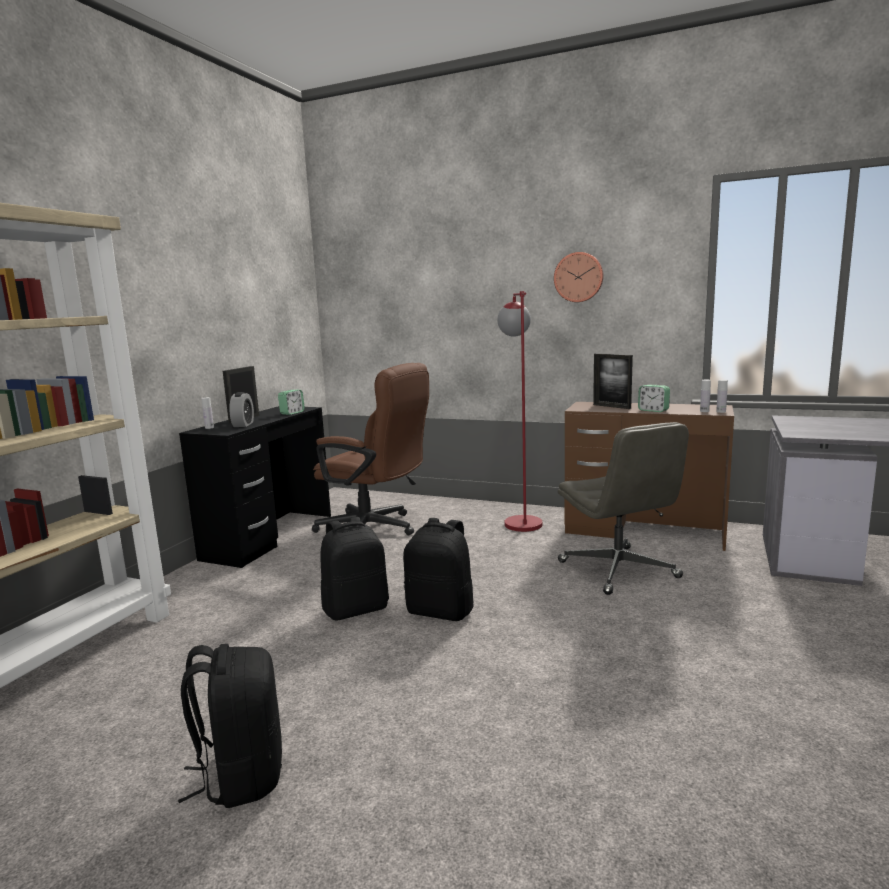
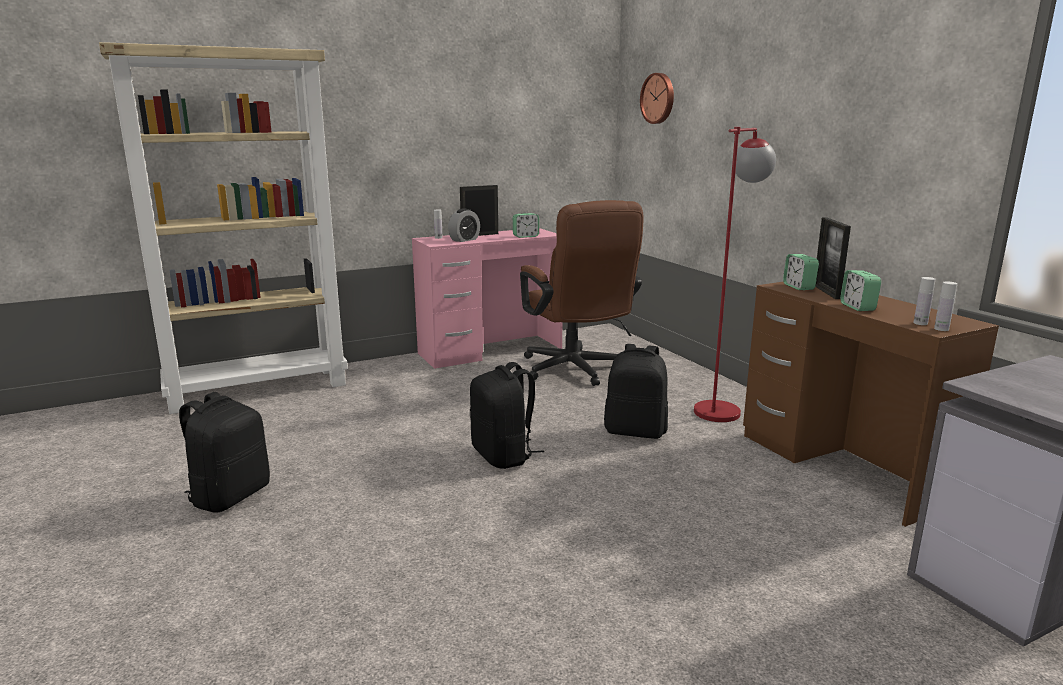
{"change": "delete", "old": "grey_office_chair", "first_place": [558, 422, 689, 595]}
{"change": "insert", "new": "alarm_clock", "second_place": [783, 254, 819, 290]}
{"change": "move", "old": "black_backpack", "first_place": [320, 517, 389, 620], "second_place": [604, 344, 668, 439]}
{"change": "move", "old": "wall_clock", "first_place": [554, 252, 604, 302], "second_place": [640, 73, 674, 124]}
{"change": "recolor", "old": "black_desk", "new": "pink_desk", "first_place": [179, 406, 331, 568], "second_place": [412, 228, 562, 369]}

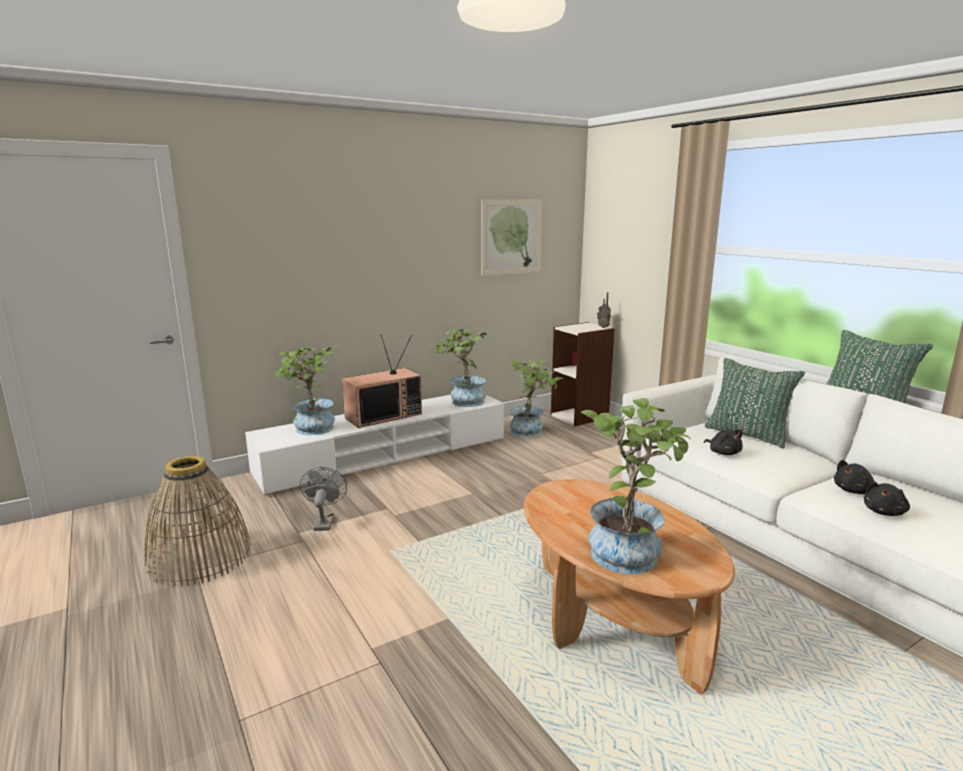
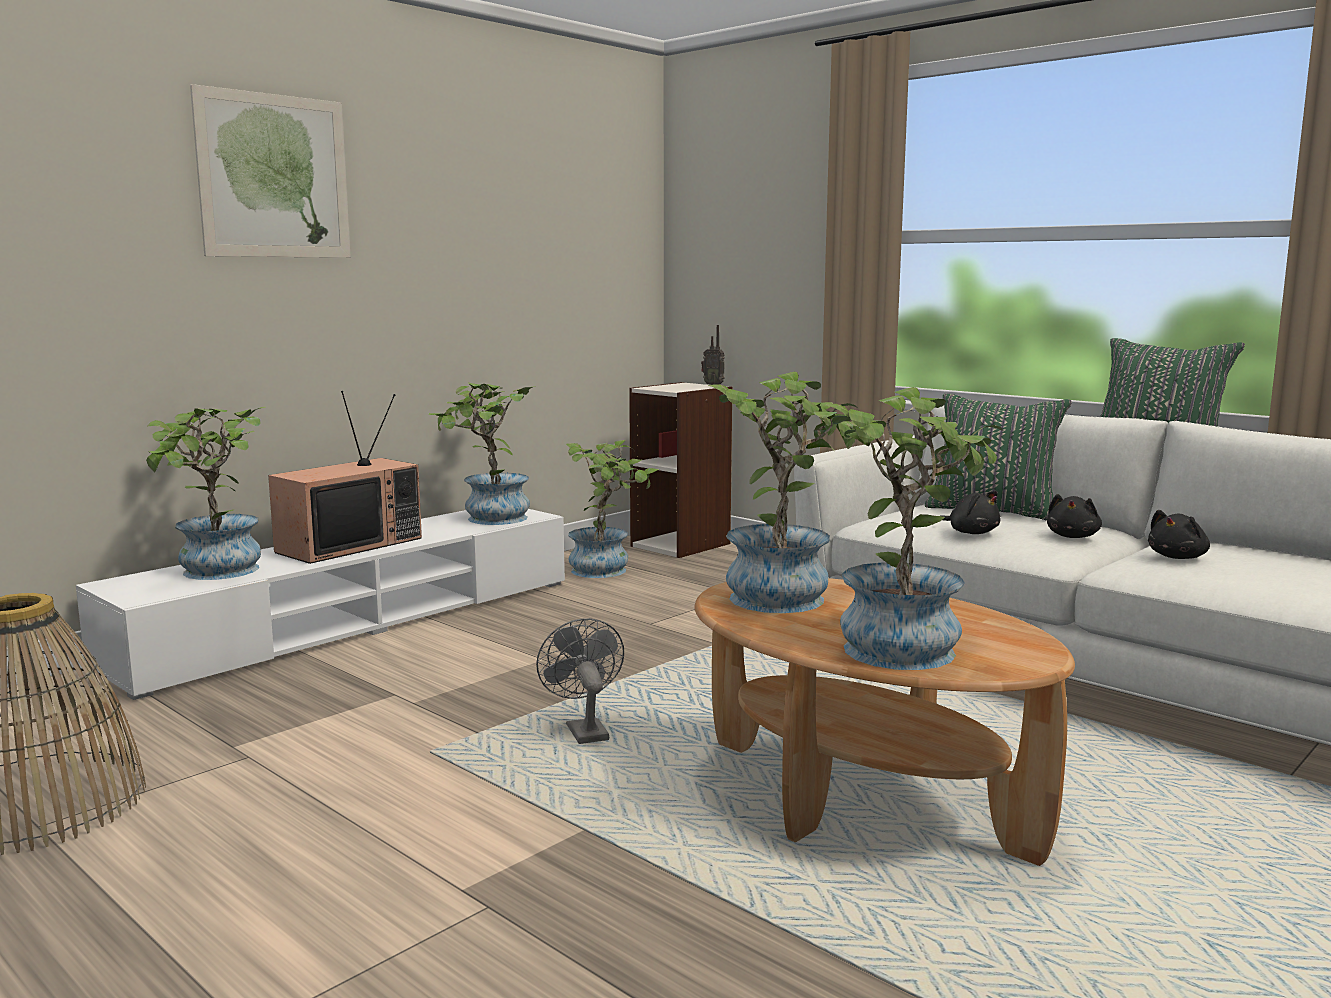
{"change": "insert", "new": "potted_plant", "second_place": [708, 372, 858, 613]}
{"change": "move", "old": "grey_fan", "first_place": [300, 467, 347, 531], "second_place": [536, 618, 624, 744]}
{"change": "move", "old": "picture", "first_place": [481, 200, 543, 276], "second_place": [190, 84, 351, 258]}
{"change": "move", "old": "black_plush_toy", "first_place": [864, 482, 910, 516], "second_place": [1047, 494, 1102, 538]}

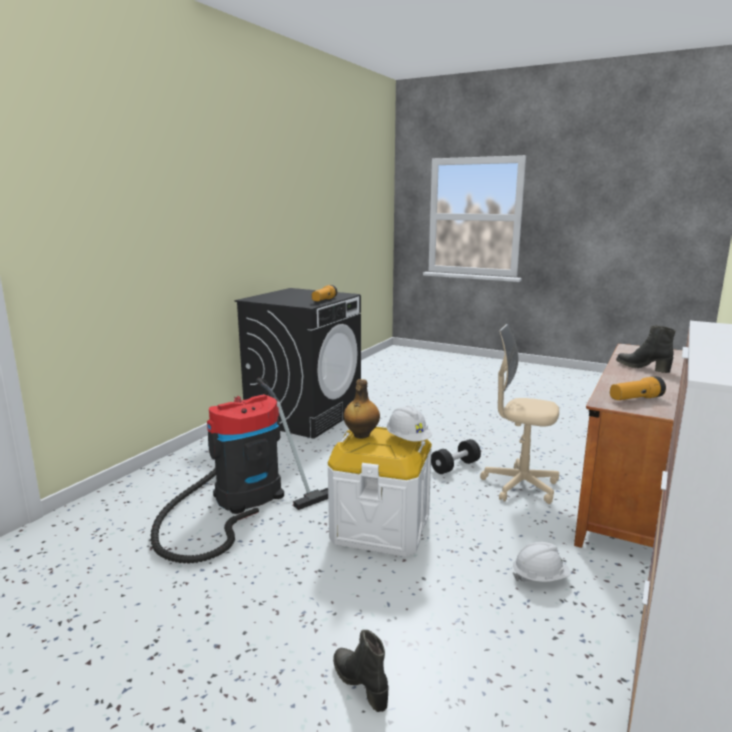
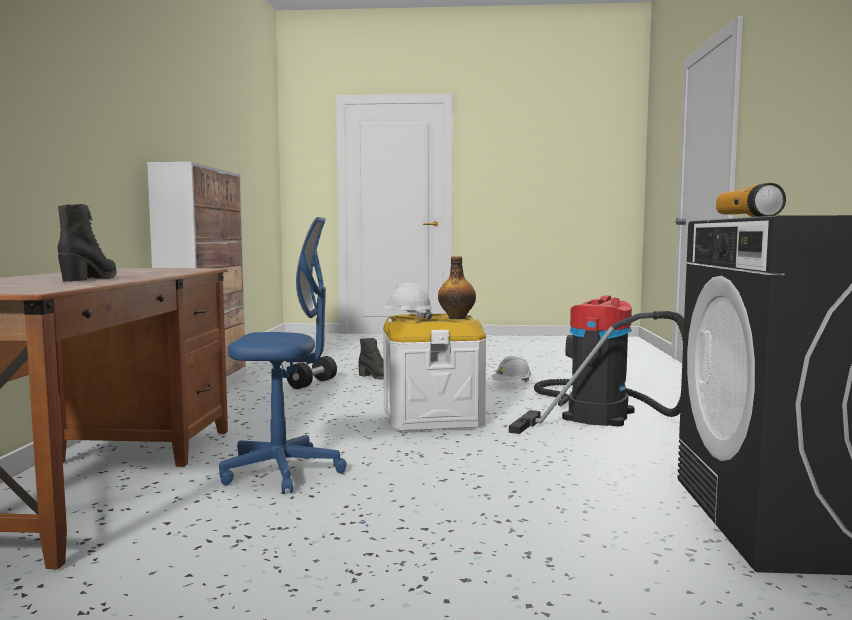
{"change": "delete", "old": "flashlight", "first_place": [610, 376, 666, 400]}
{"change": "move", "old": "black_dumbbell", "first_place": [431, 439, 481, 474], "second_place": [287, 356, 337, 389]}
{"change": "move", "old": "white_hard_hat", "first_place": [513, 542, 571, 583], "second_place": [491, 356, 531, 382]}
{"change": "recolor", "old": "beige_office_chair", "new": "blue_office_chair", "first_place": [480, 324, 559, 504], "second_place": [219, 217, 347, 494]}
{"change": "rotate", "old": "black_boot", "first_place": [616, 325, 676, 373], "second_place": [58, 204, 116, 282], "degrees": -105}

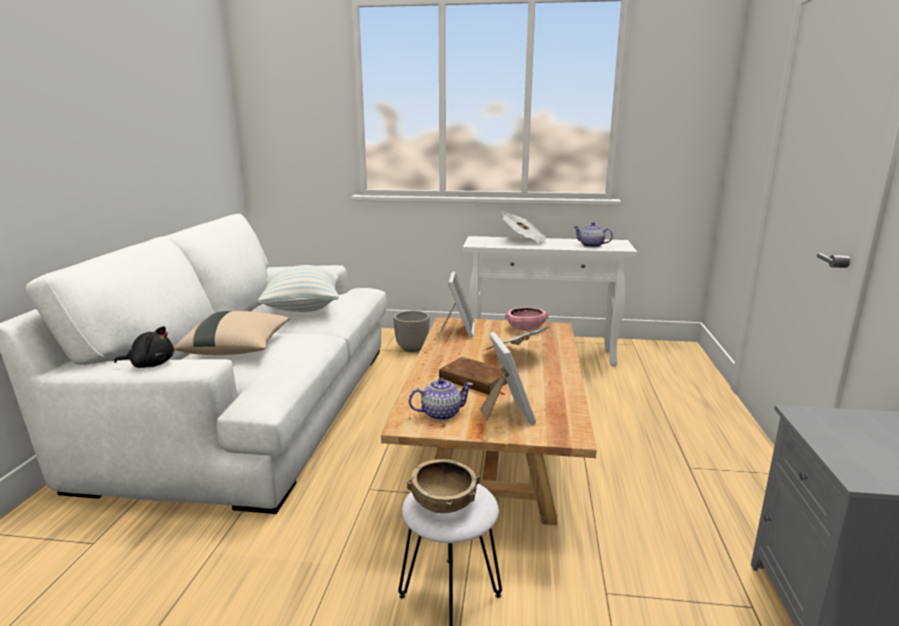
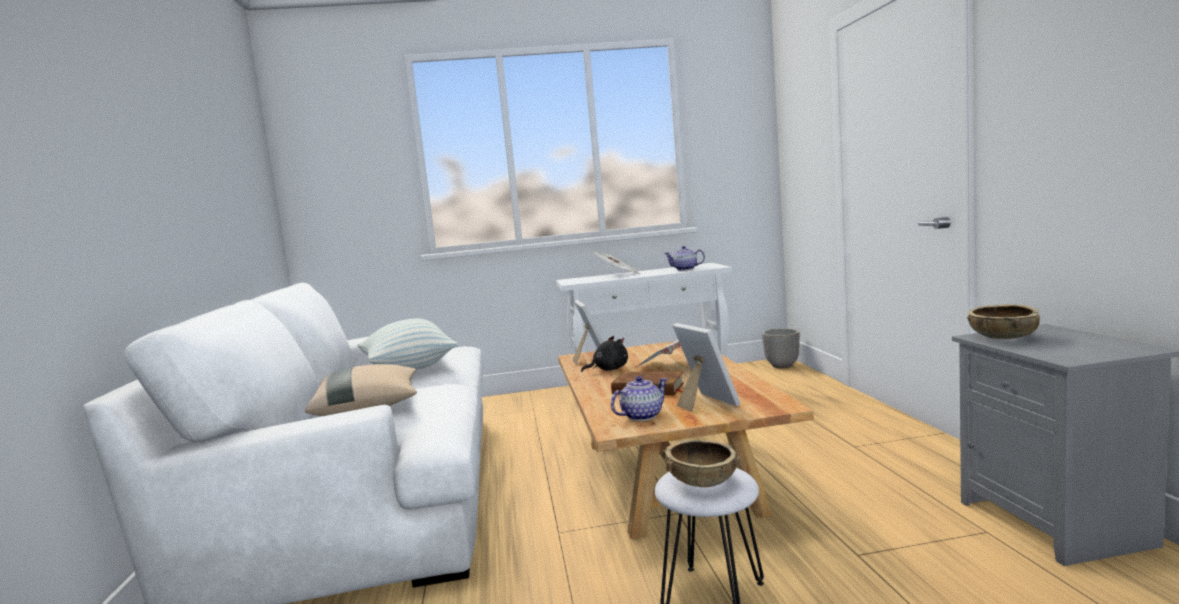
{"change": "delete", "old": "pink_bowl", "first_place": [505, 308, 548, 331]}
{"change": "insert", "new": "brown_bowl", "second_place": [967, 304, 1040, 339]}
{"change": "move", "old": "black_plush_toy", "first_place": [114, 326, 174, 368], "second_place": [581, 336, 628, 372]}
{"change": "move", "old": "planter", "first_place": [393, 311, 430, 352], "second_place": [762, 328, 800, 368]}

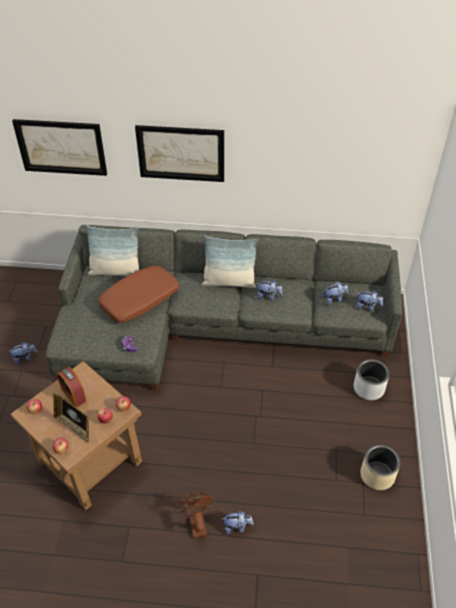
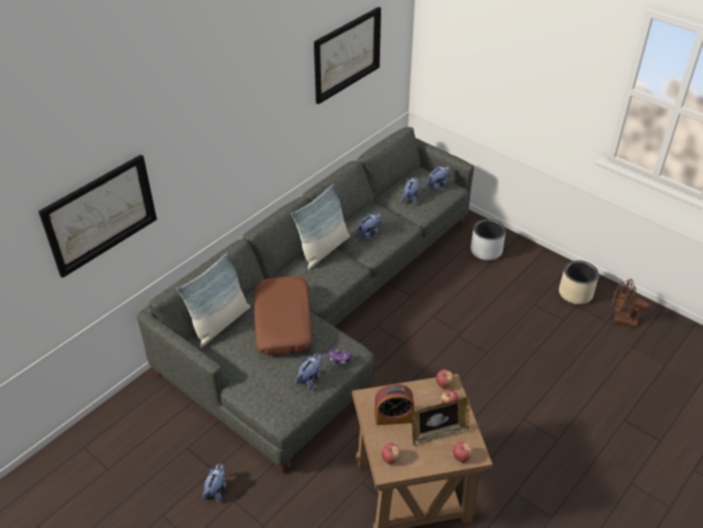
{"change": "move", "old": "picture", "first_place": [135, 125, 224, 182], "second_place": [314, 7, 381, 104]}
{"change": "move", "old": "brown_fan", "first_place": [175, 492, 215, 538], "second_place": [612, 279, 649, 327]}
{"change": "move", "old": "plush_toy", "first_place": [222, 511, 254, 534], "second_place": [296, 353, 322, 390]}

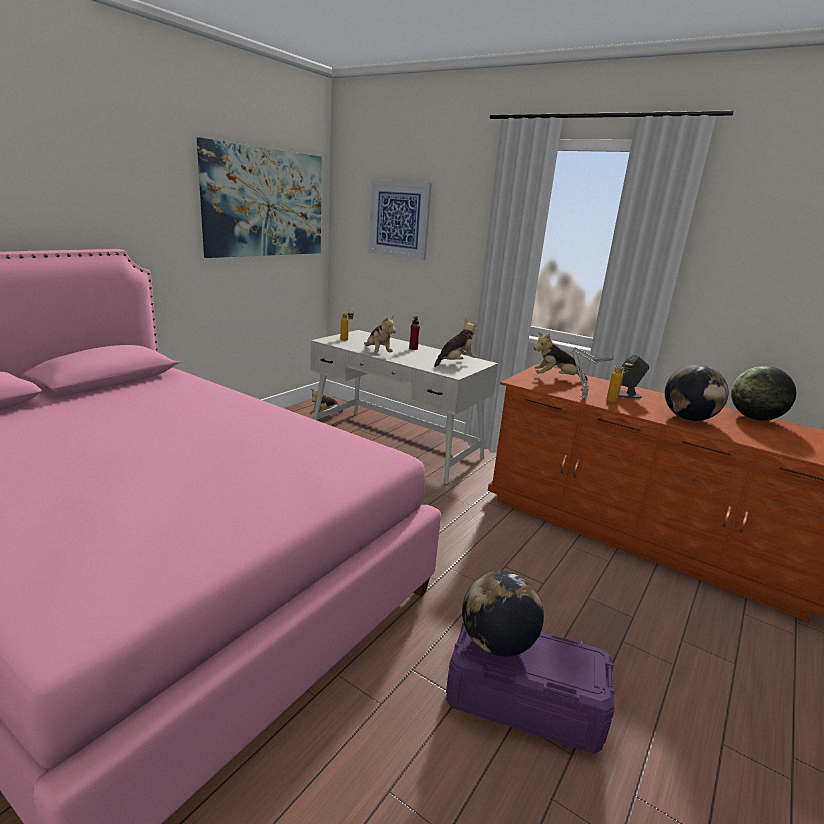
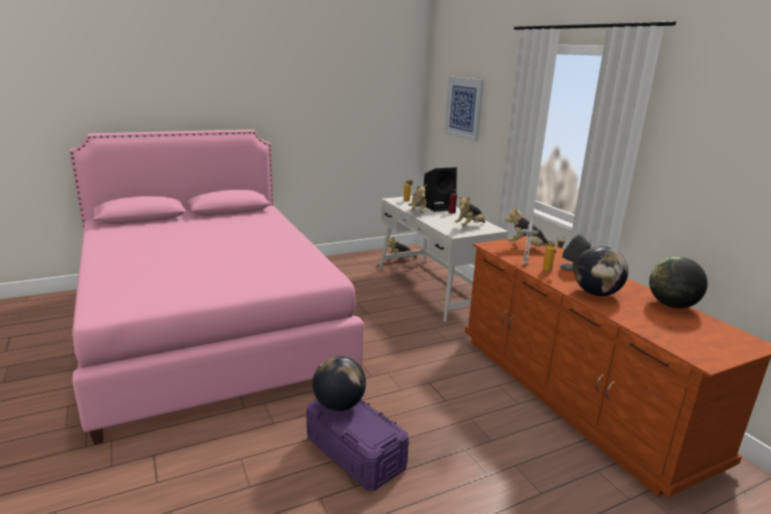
{"change": "delete", "old": "picture", "first_place": [197, 137, 322, 258]}
{"change": "insert", "new": "black_speaker", "second_place": [424, 167, 457, 212]}
{"change": "rotate", "old": "plush_toy", "first_place": [434, 319, 478, 367], "second_place": [454, 196, 485, 226], "degrees": 150}

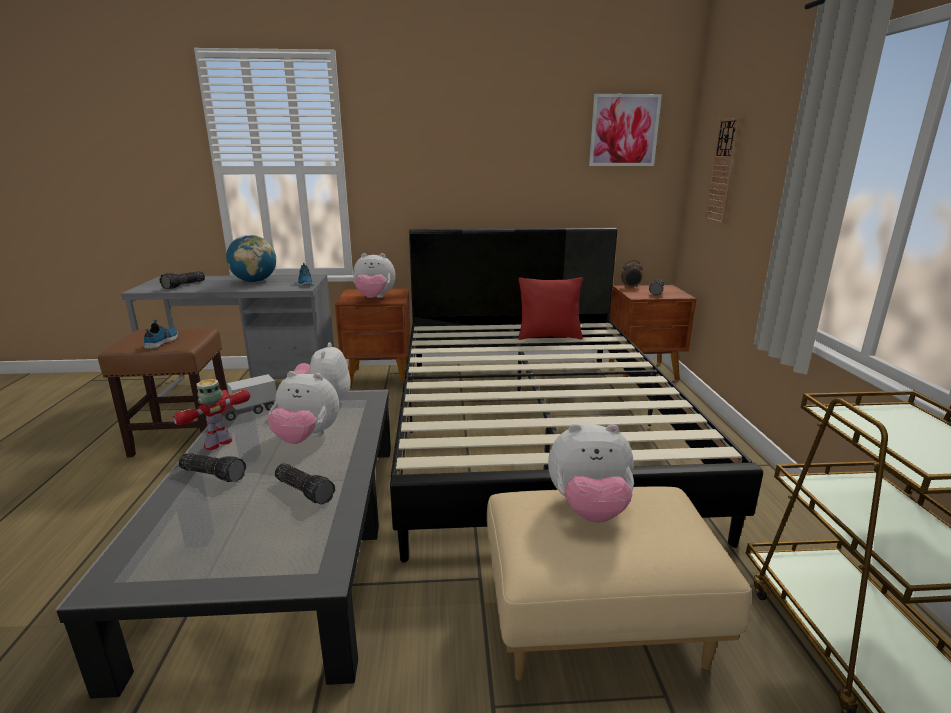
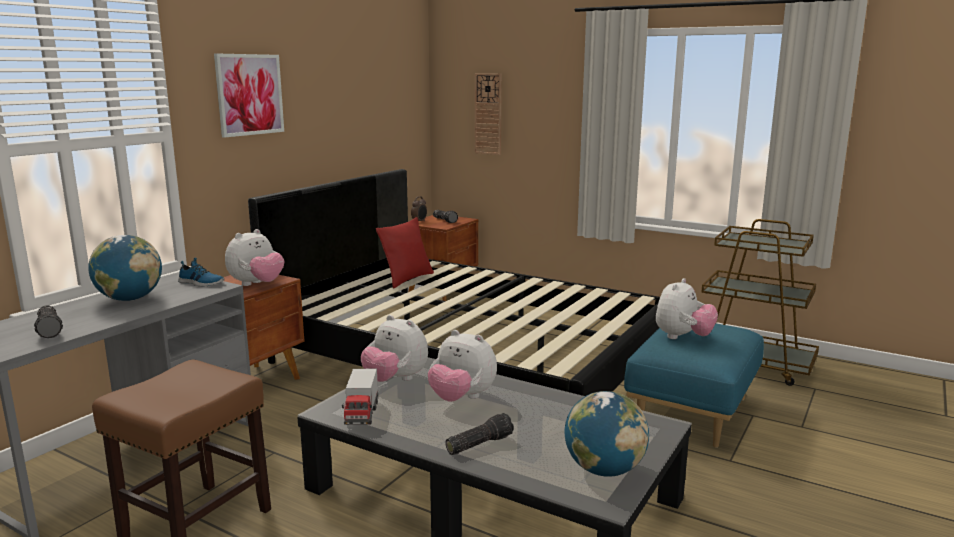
{"change": "delete", "old": "shoe", "first_place": [144, 320, 178, 349]}
{"change": "delete", "old": "toy_robot", "first_place": [173, 379, 250, 450]}
{"change": "delete", "old": "flashlight", "first_place": [275, 464, 335, 505]}
{"change": "insert", "new": "globe", "second_place": [565, 391, 649, 477]}
{"change": "move", "old": "picture", "first_place": [589, 94, 662, 166], "second_place": [214, 53, 284, 138]}
{"change": "recolor", "old": "beige_ottoman", "new": "blue_ottoman", "first_place": [487, 486, 751, 681], "second_place": [624, 324, 764, 448]}
{"change": "rotate", "old": "plush_toy", "first_place": [267, 371, 339, 444], "second_place": [428, 330, 497, 402], "degrees": 75}

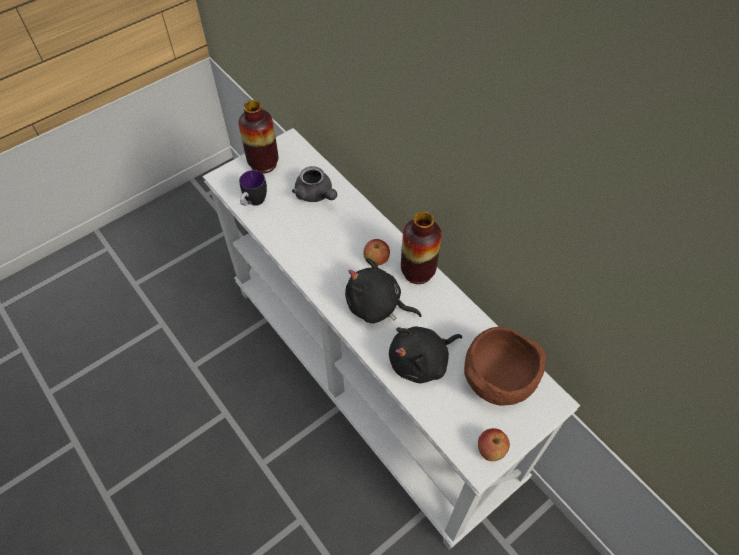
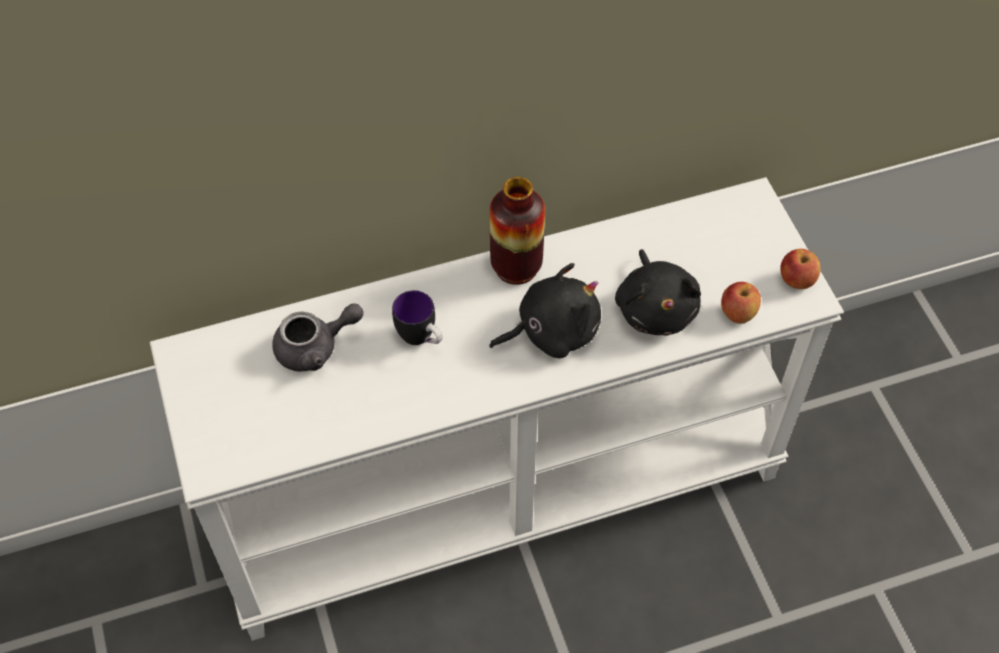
{"change": "delete", "old": "vase", "first_place": [239, 100, 278, 174]}
{"change": "delete", "old": "brown_bowl", "first_place": [464, 327, 546, 406]}
{"change": "move", "old": "mug", "first_place": [239, 170, 267, 206], "second_place": [392, 290, 443, 345]}
{"change": "move", "old": "apple", "first_place": [363, 239, 390, 266], "second_place": [721, 282, 761, 324]}
{"change": "rotate", "old": "black_plush_toy", "first_place": [345, 258, 421, 323], "second_place": [489, 263, 601, 358], "degrees": -150}

